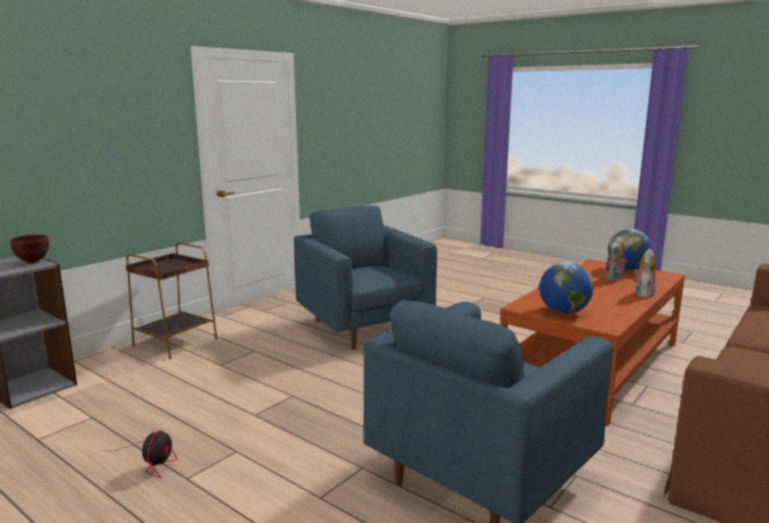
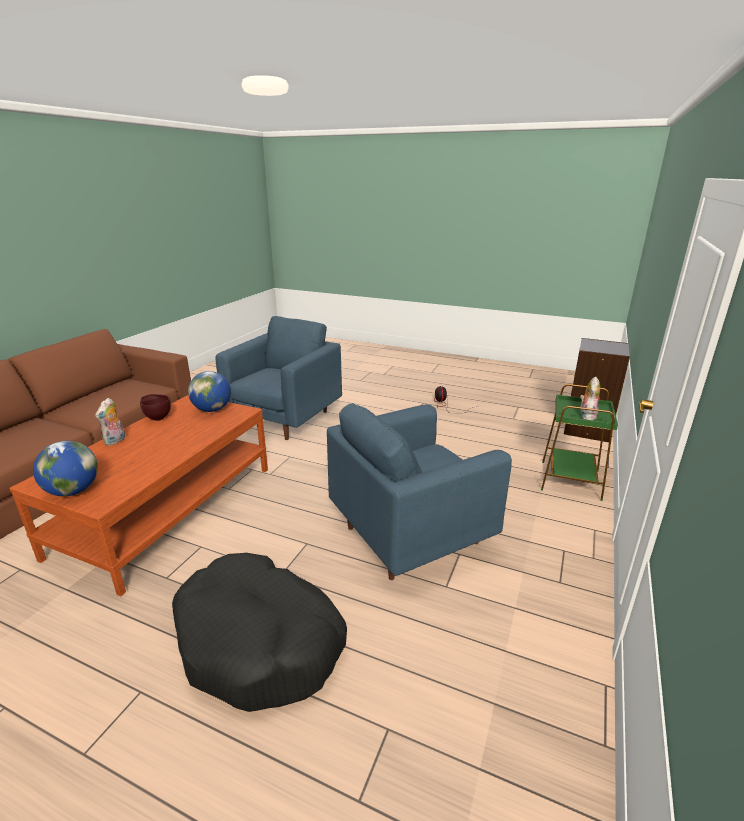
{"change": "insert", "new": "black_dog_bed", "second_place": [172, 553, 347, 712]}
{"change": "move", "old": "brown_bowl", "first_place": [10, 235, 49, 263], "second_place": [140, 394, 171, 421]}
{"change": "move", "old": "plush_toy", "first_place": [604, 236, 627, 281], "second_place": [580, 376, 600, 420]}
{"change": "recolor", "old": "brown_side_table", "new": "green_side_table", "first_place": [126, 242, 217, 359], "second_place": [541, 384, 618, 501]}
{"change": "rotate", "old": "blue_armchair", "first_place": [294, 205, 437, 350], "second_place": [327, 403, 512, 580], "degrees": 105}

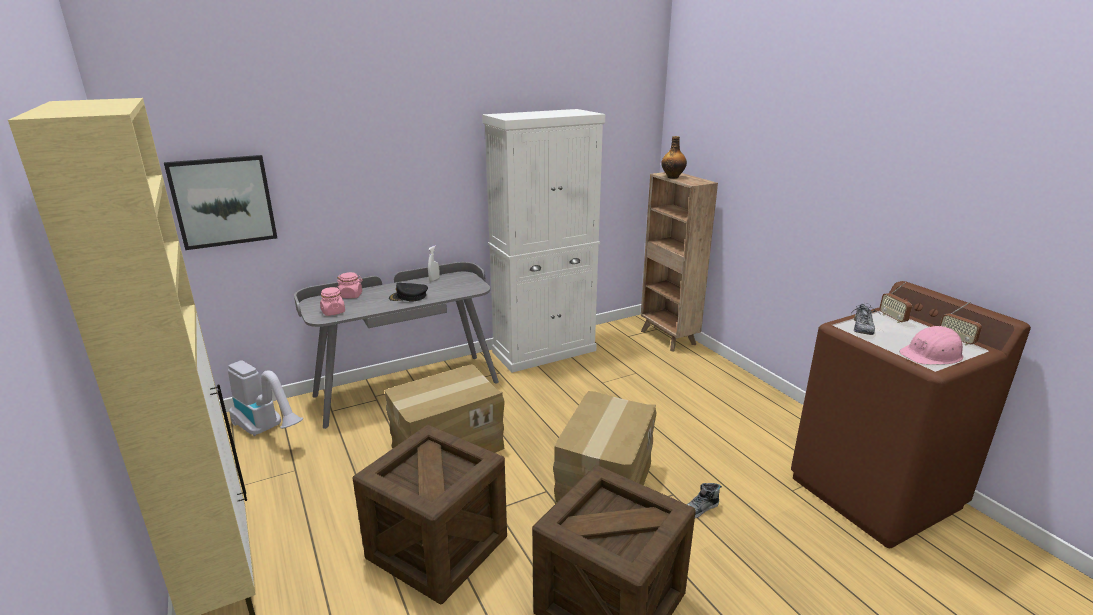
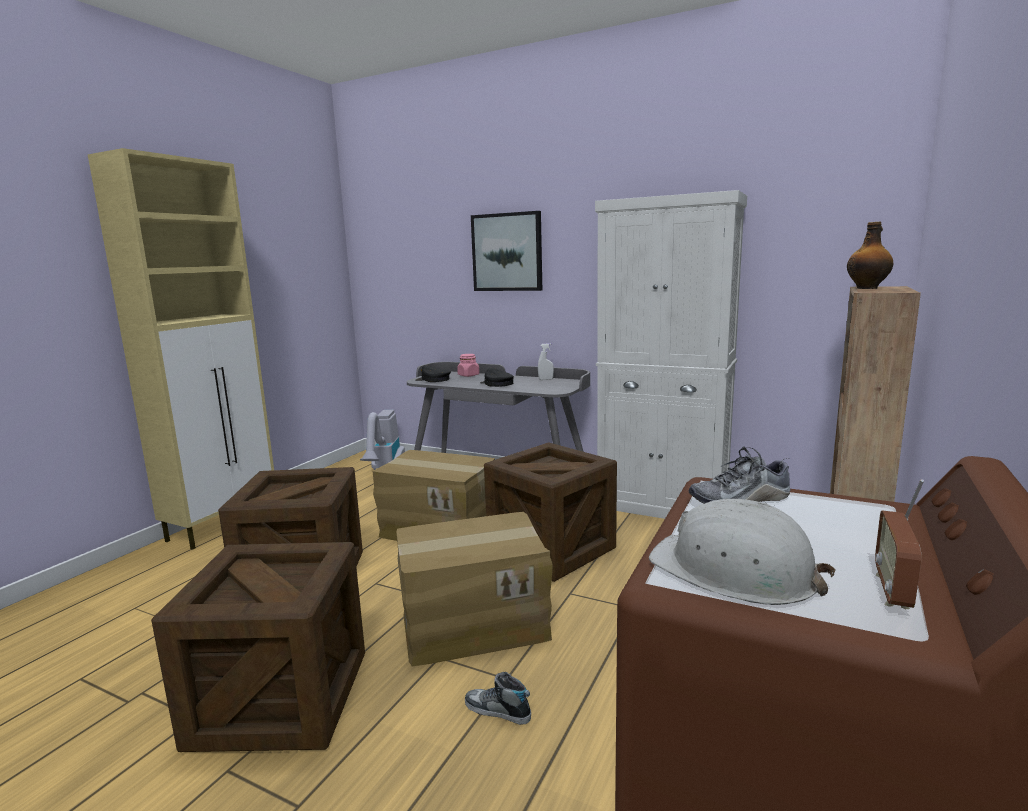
{"change": "delete", "old": "radio", "first_place": [879, 282, 912, 323]}
{"change": "insert", "new": "crate", "second_place": [484, 442, 617, 582]}
{"change": "move", "old": "picture", "first_place": [164, 155, 277, 250], "second_place": [471, 211, 542, 291]}
{"change": "replace", "old": "pink_jar", "new": "black_cap", "first_place": [320, 287, 345, 316], "second_place": [415, 365, 451, 382]}
{"change": "recolor", "old": "pink_hard_hat", "new": "white_hard_hat", "first_place": [899, 326, 963, 365], "second_place": [649, 499, 836, 605]}

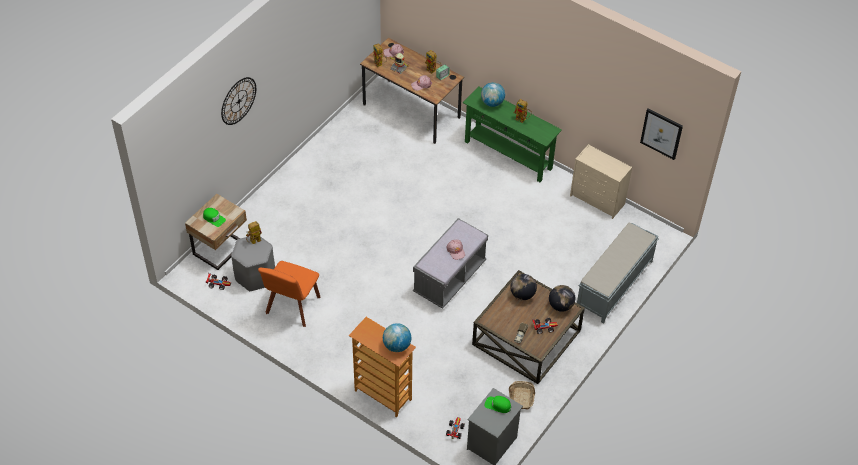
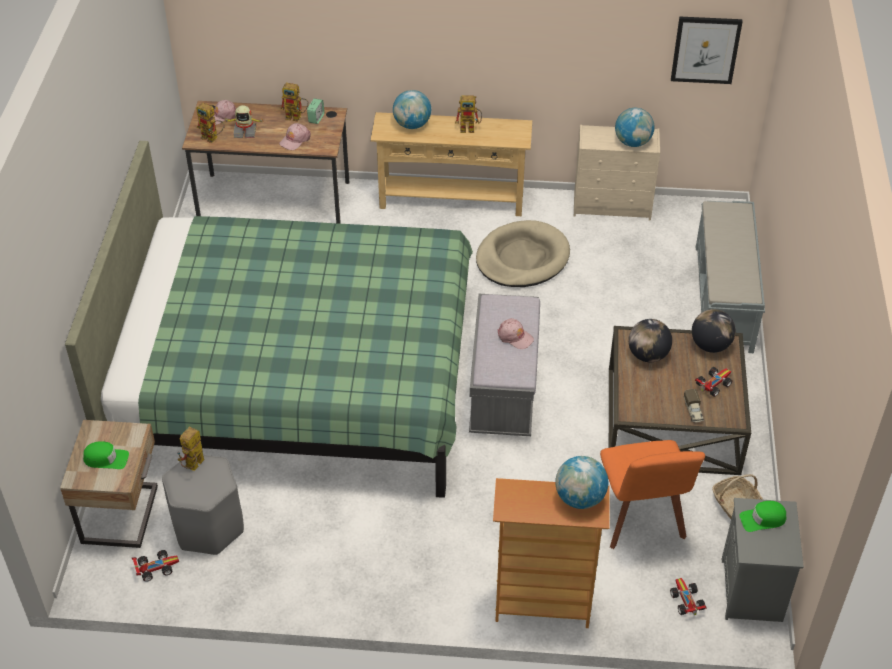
{"change": "delete", "old": "wall_clock", "first_place": [221, 77, 256, 125]}
{"change": "insert", "new": "green_bed", "second_place": [65, 141, 473, 498]}
{"change": "insert", "new": "beige_dog_bed", "second_place": [476, 220, 570, 287]}
{"change": "insert", "new": "globe", "second_place": [615, 108, 655, 147]}
{"change": "move", "old": "orange_chair", "first_place": [258, 261, 321, 327], "second_place": [600, 440, 705, 549]}
{"change": "recolor", "old": "green_console_table", "new": "beige_console_table", "first_place": [463, 86, 562, 182], "second_place": [370, 112, 532, 216]}

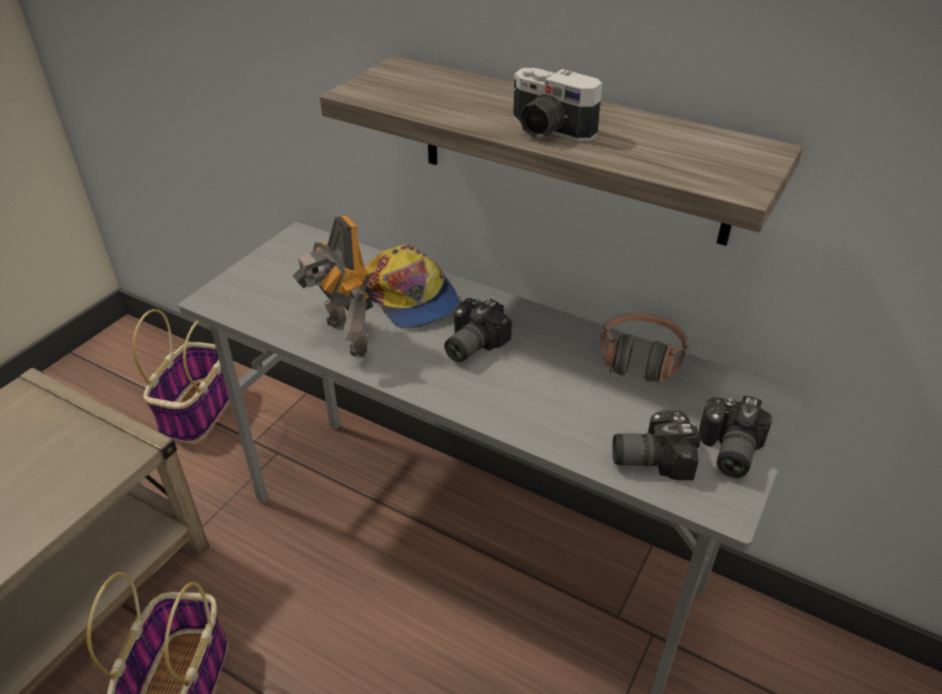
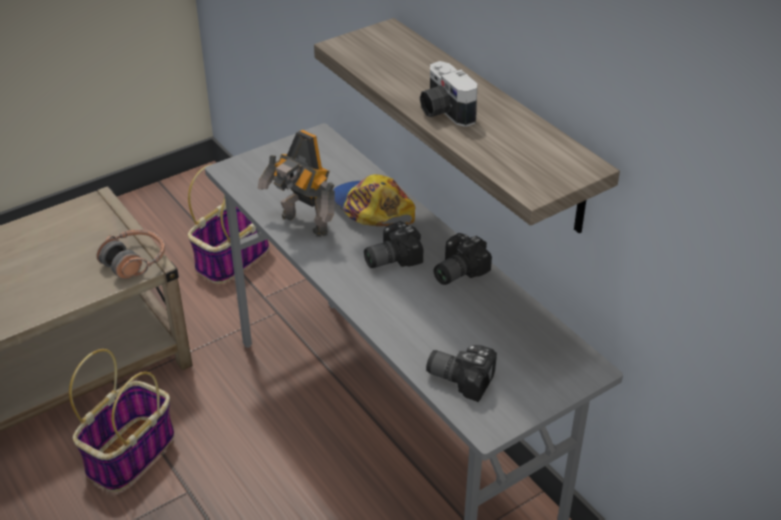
{"change": "move", "old": "headphones", "first_place": [600, 313, 689, 385], "second_place": [97, 229, 165, 279]}
{"change": "move", "old": "photo_camera", "first_place": [699, 396, 773, 478], "second_place": [433, 233, 492, 285]}
{"change": "rotate", "old": "toy_robot", "first_place": [292, 216, 373, 356], "second_place": [258, 130, 335, 237], "degrees": -45}
{"change": "rotate", "old": "cap", "first_place": [365, 244, 459, 328], "second_place": [333, 174, 415, 226], "degrees": 150}

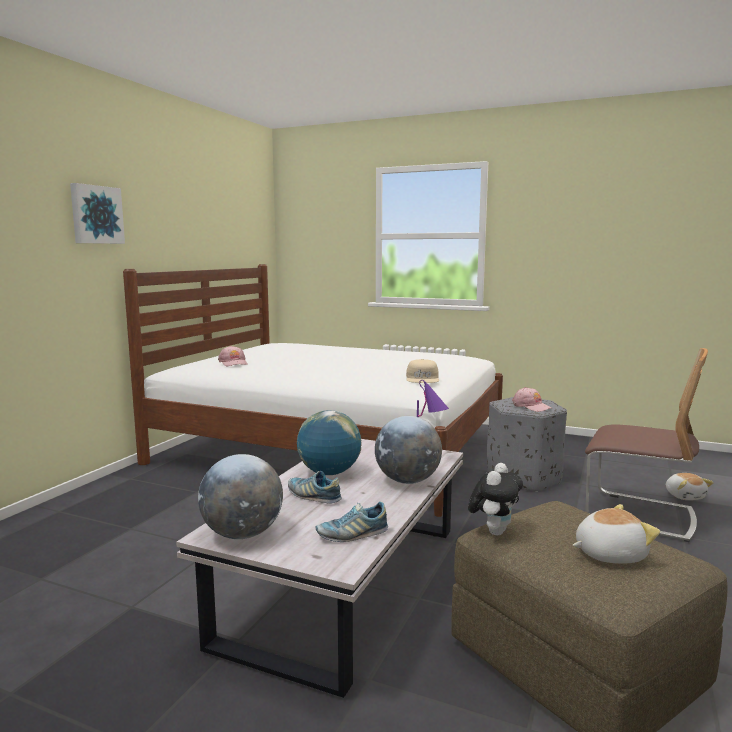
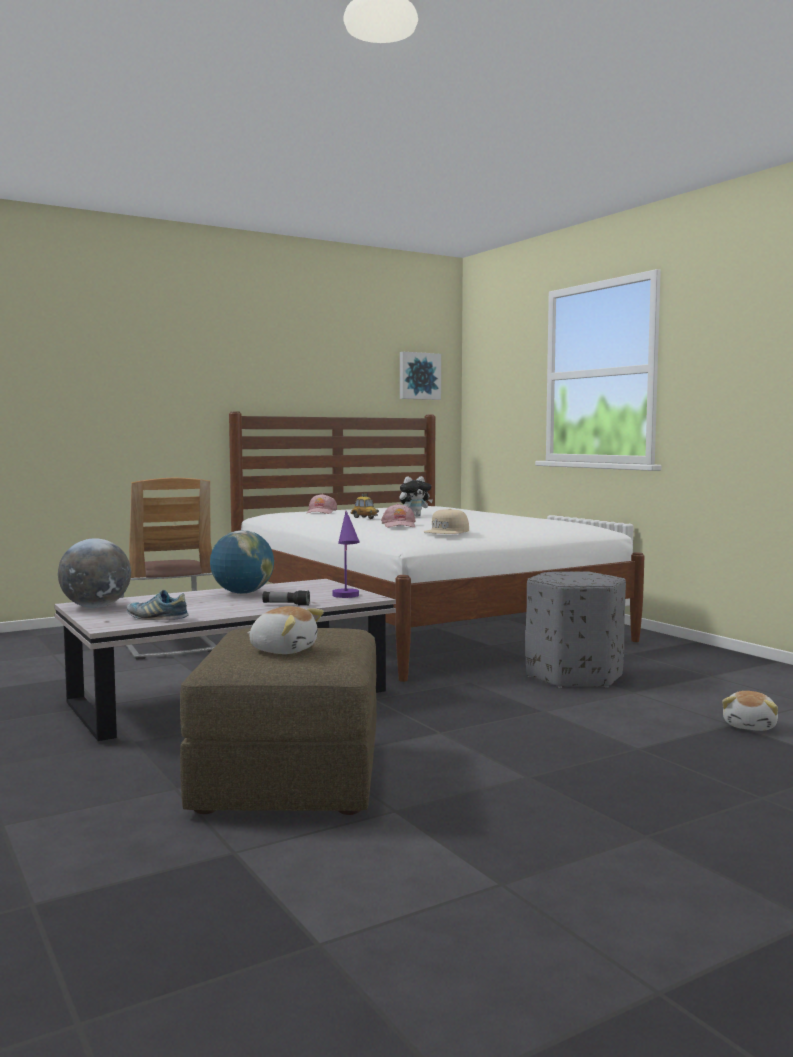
{"change": "delete", "old": "shoe", "first_place": [288, 471, 342, 504]}
{"change": "insert", "new": "toy_car", "second_place": [351, 493, 379, 519]}
{"change": "move", "old": "picture", "first_place": [70, 183, 125, 244], "second_place": [400, 352, 441, 400]}
{"change": "move", "old": "plush_toy", "first_place": [468, 463, 523, 536], "second_place": [399, 476, 433, 517]}
{"change": "move", "old": "pink_cap", "first_place": [512, 387, 552, 412], "second_place": [381, 504, 416, 527]}
{"change": "move", "old": "chair", "first_place": [585, 348, 708, 542], "second_place": [120, 478, 216, 660]}
{"change": "replace", "old": "globe", "new": "flashlight", "first_place": [375, 416, 442, 484], "second_place": [262, 590, 310, 606]}

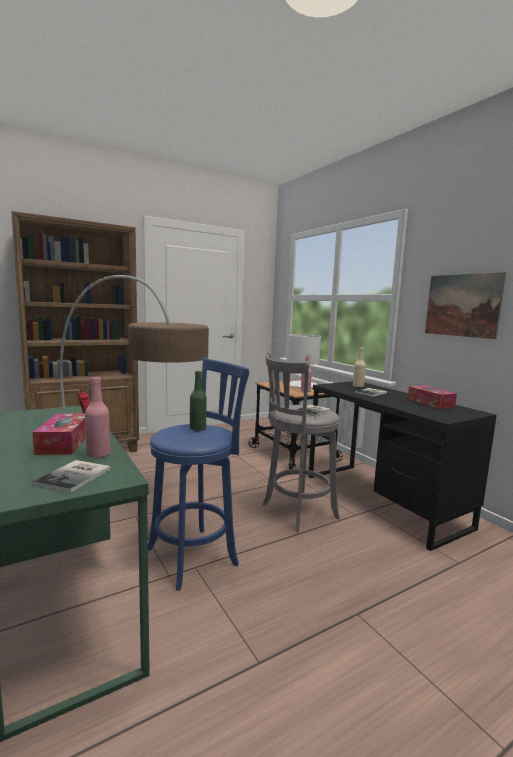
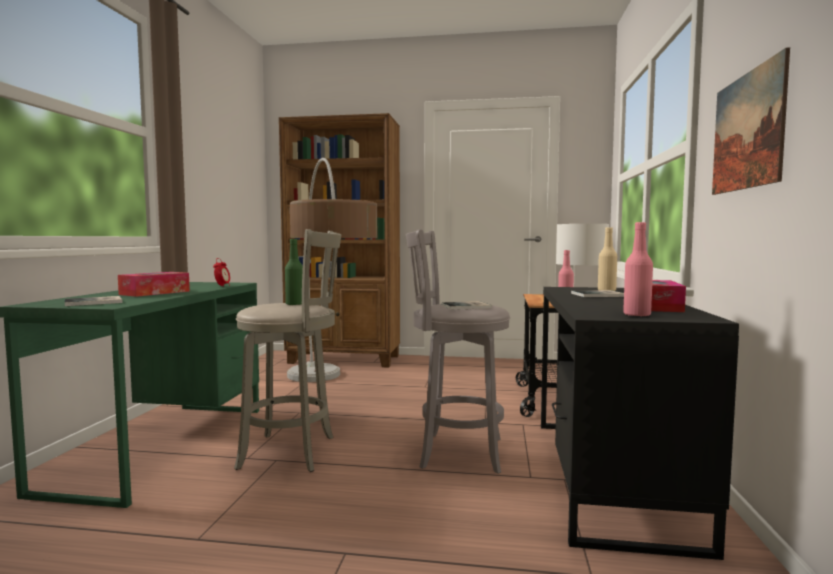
{"change": "move", "old": "pink_bottle", "first_place": [85, 376, 110, 458], "second_place": [623, 222, 653, 317]}
{"change": "recolor", "old": "blue_stool", "new": "grey_stool", "first_place": [148, 358, 249, 591], "second_place": [234, 229, 341, 472]}

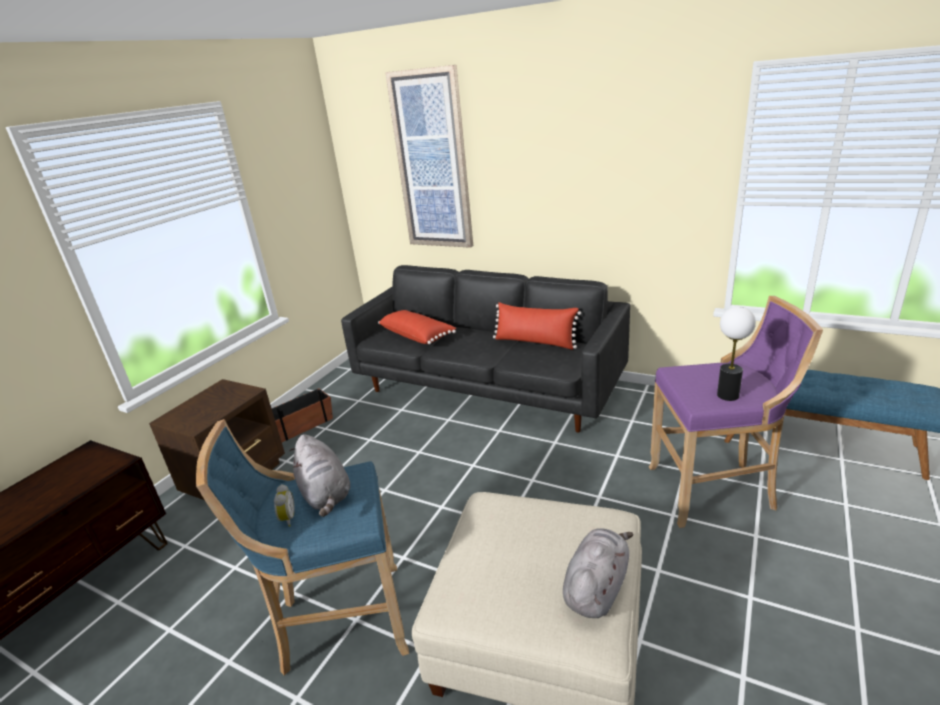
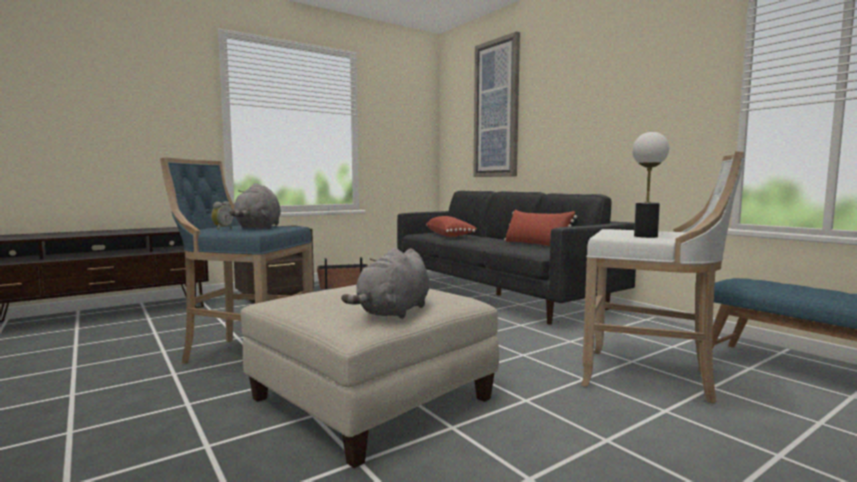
{"change": "recolor", "old": "purple_stool", "new": "white_stool", "first_place": [649, 296, 823, 528], "second_place": [581, 151, 745, 403]}
{"change": "rotate", "old": "grey_plush_toy", "first_place": [563, 528, 634, 618], "second_place": [341, 248, 430, 319], "degrees": 150}

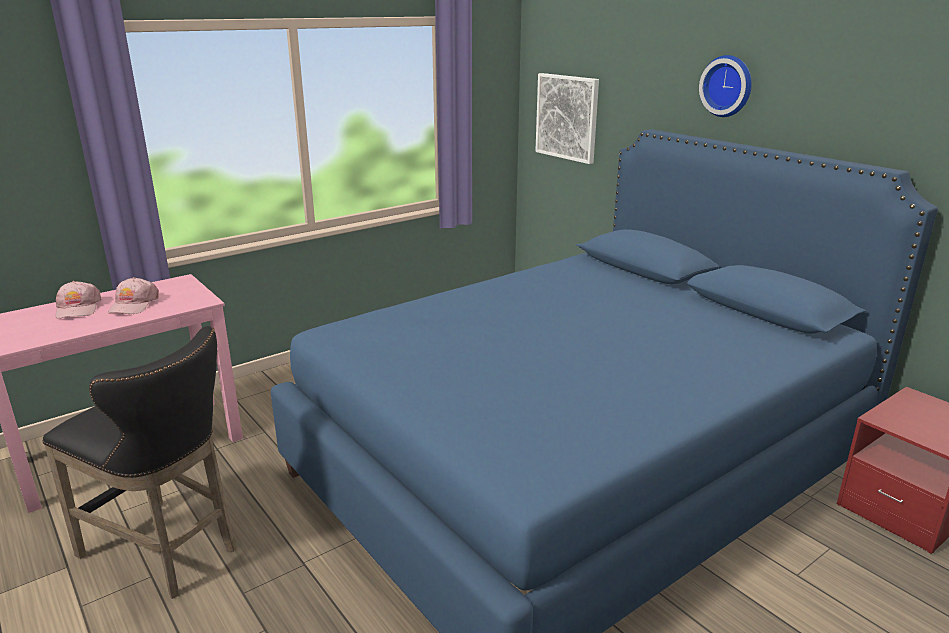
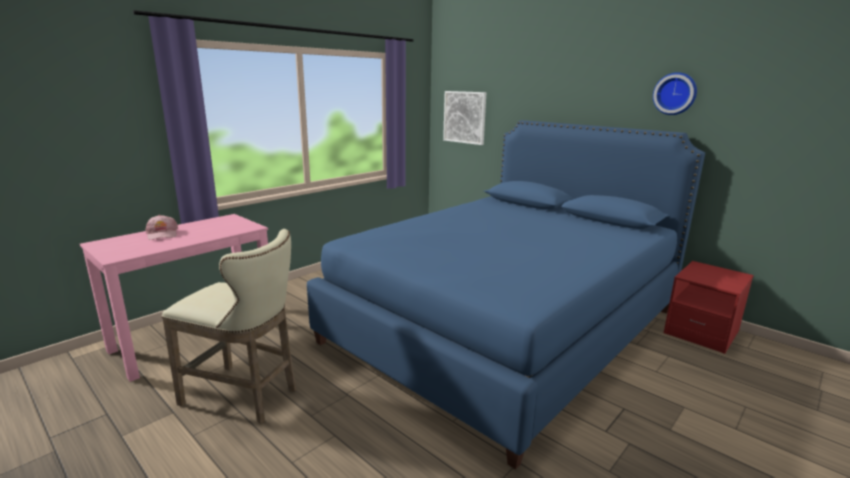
{"change": "delete", "old": "pink_cap", "first_place": [108, 277, 159, 314]}
{"change": "move", "old": "wall_clock", "first_place": [699, 55, 752, 117], "second_place": [653, 72, 697, 115]}
{"change": "recolor", "old": "black_stool", "new": "beige_stool", "first_place": [42, 326, 237, 599], "second_place": [162, 229, 296, 424]}

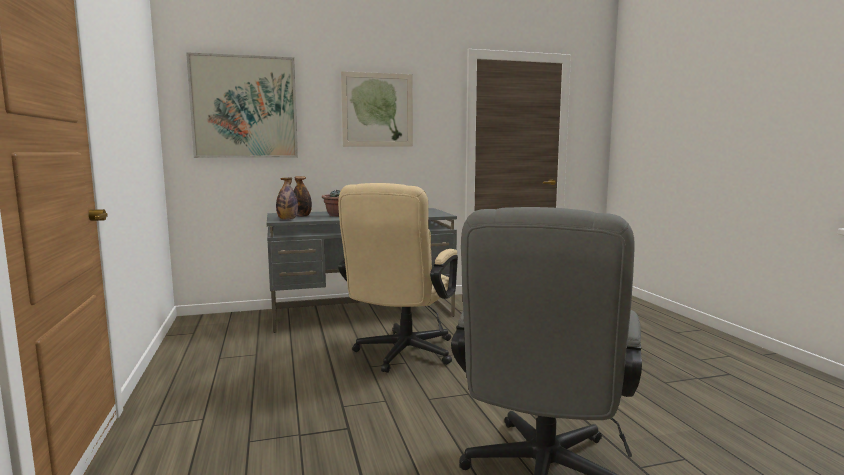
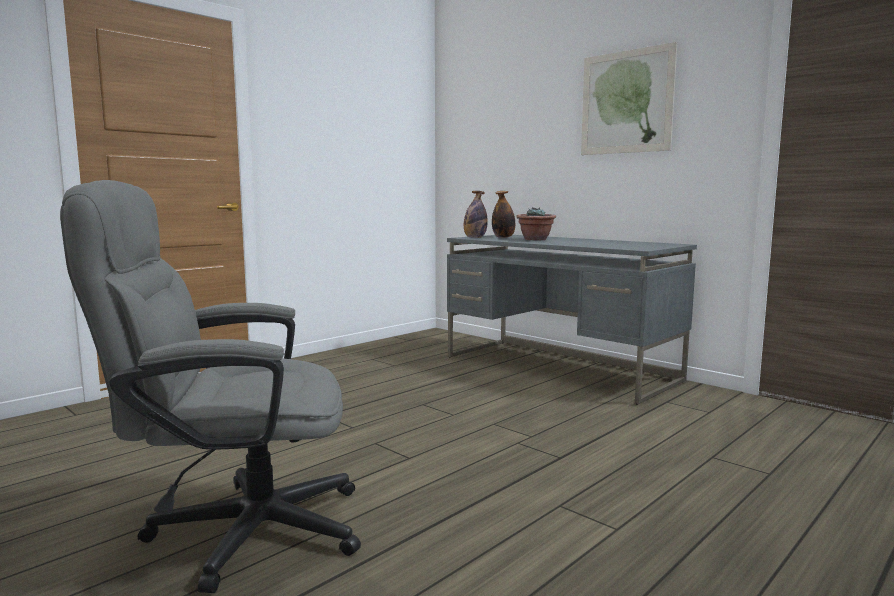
{"change": "delete", "old": "picture", "first_place": [186, 52, 298, 158]}
{"change": "delete", "old": "beige_office_chair", "first_place": [338, 183, 458, 373]}

